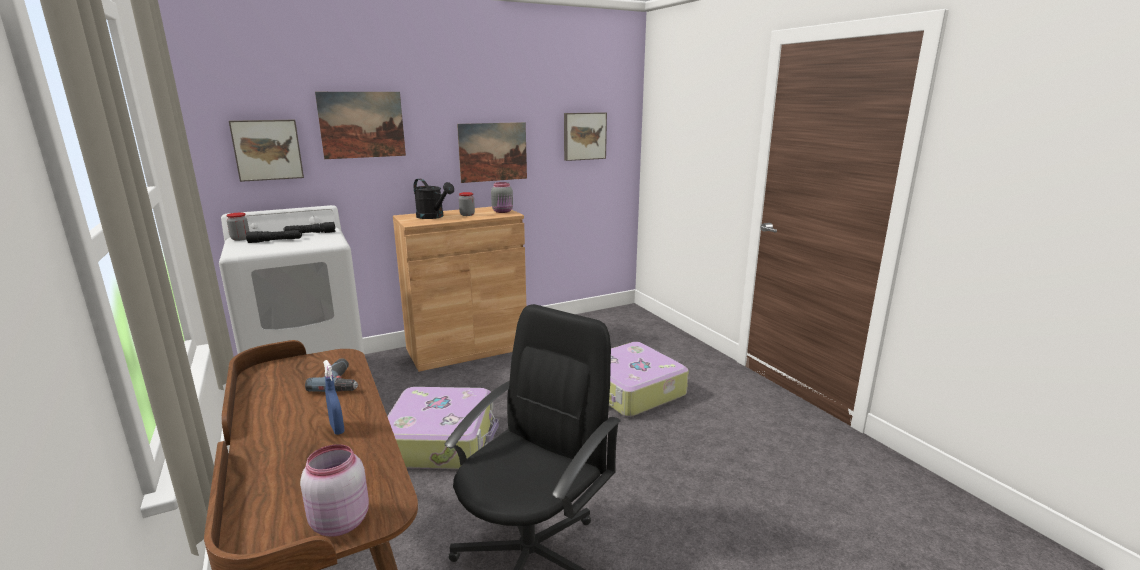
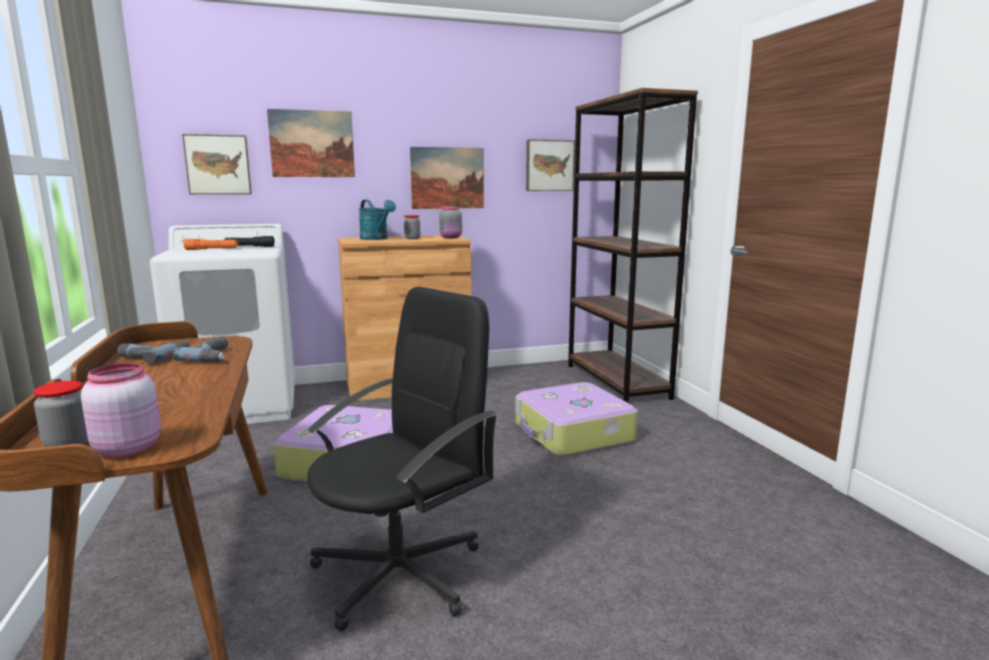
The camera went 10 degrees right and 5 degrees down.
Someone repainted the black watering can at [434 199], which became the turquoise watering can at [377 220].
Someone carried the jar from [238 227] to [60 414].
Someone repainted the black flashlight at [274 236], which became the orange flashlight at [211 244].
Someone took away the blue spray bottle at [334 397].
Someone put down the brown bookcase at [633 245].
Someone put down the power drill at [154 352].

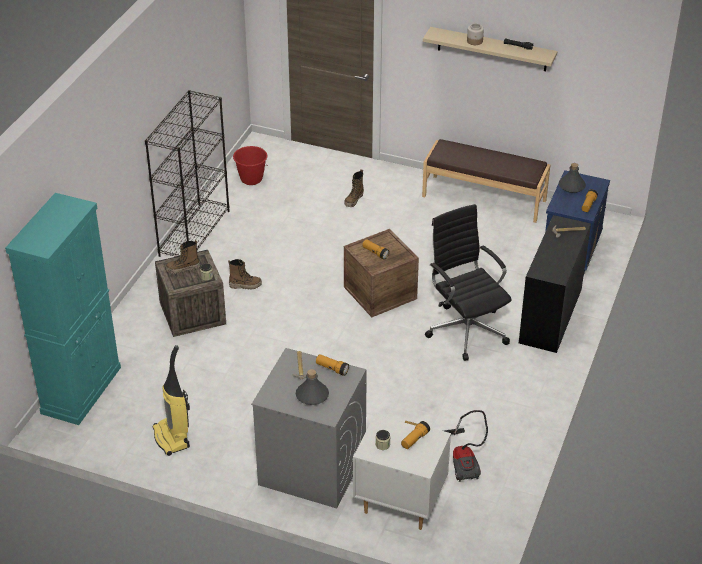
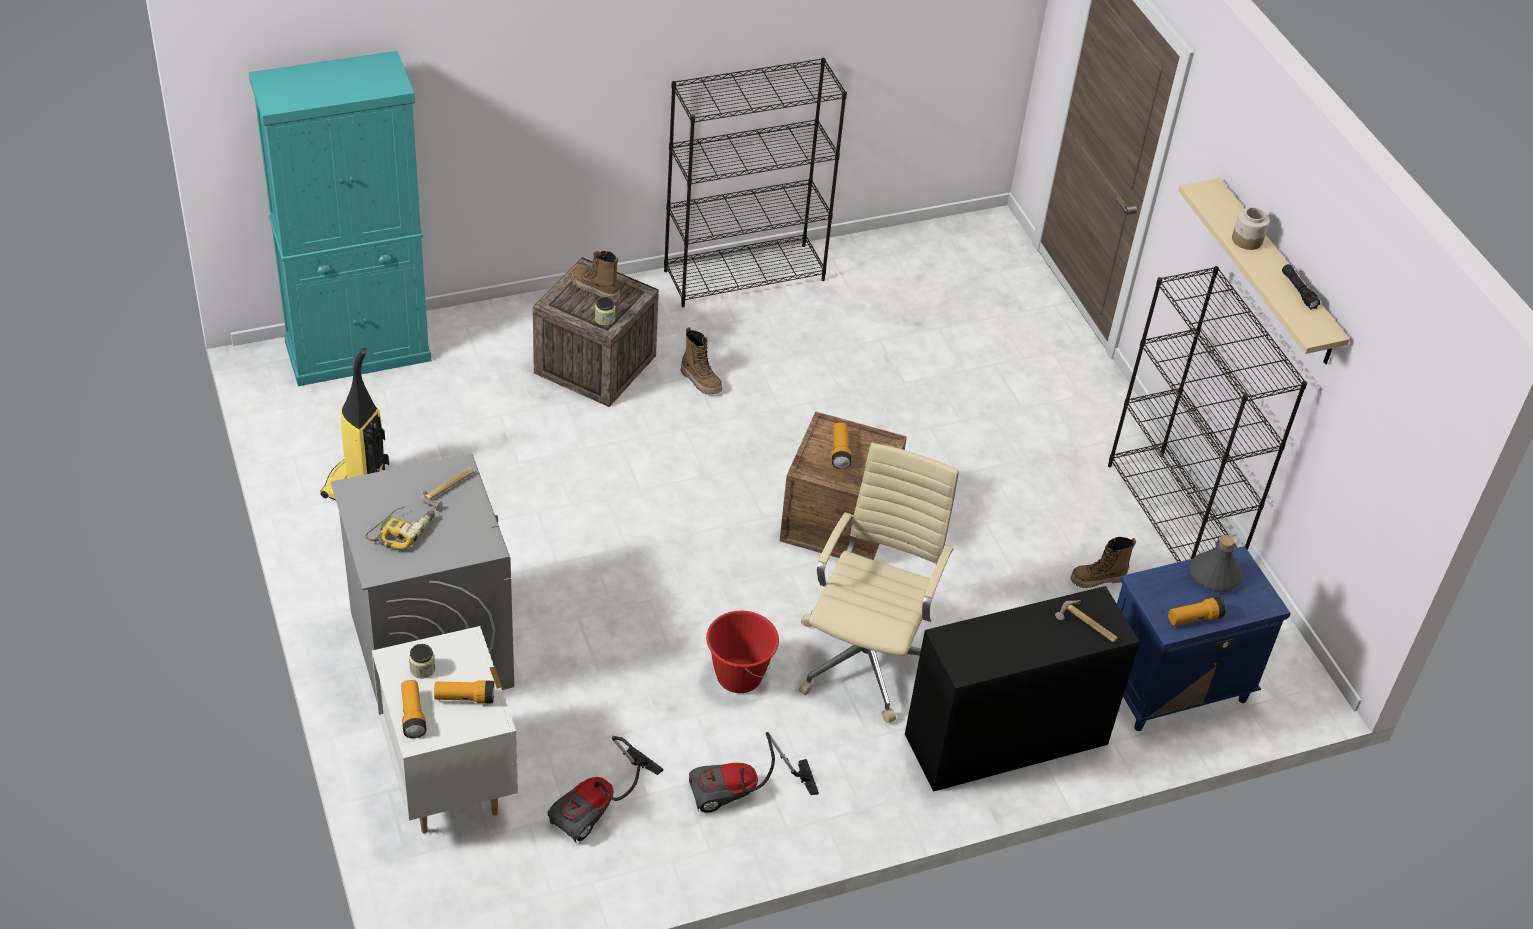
The camera went 45 degrees right and 5 degrees up.
Someone swapped the brown bench at [486 181] for the black bookcase at [1207 414].
Someone carried the red bucket from [250 165] to [742 652].
Someone carried the boot from [354 188] to [1103 562].
Someone repainted the black office chair at [468 282], which became the beige office chair at [879 583].
Someone carried the flashlight from [332 365] to [414 709].
Someone swapped the grey bottle at [312 387] for the power drill at [400 528].
Someone put down the vacuum cleaner at [754 772].

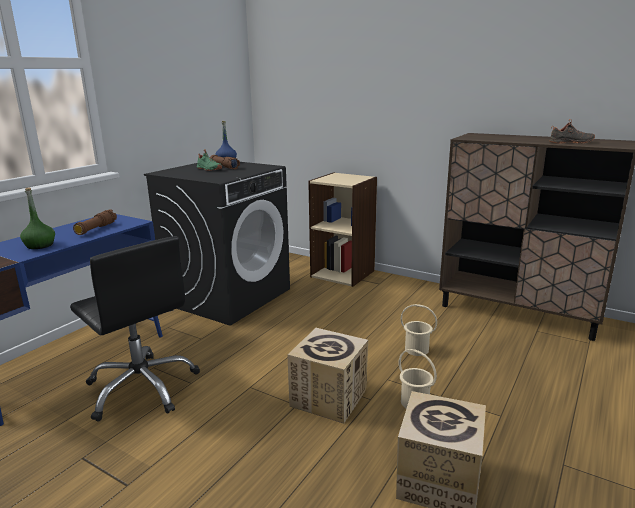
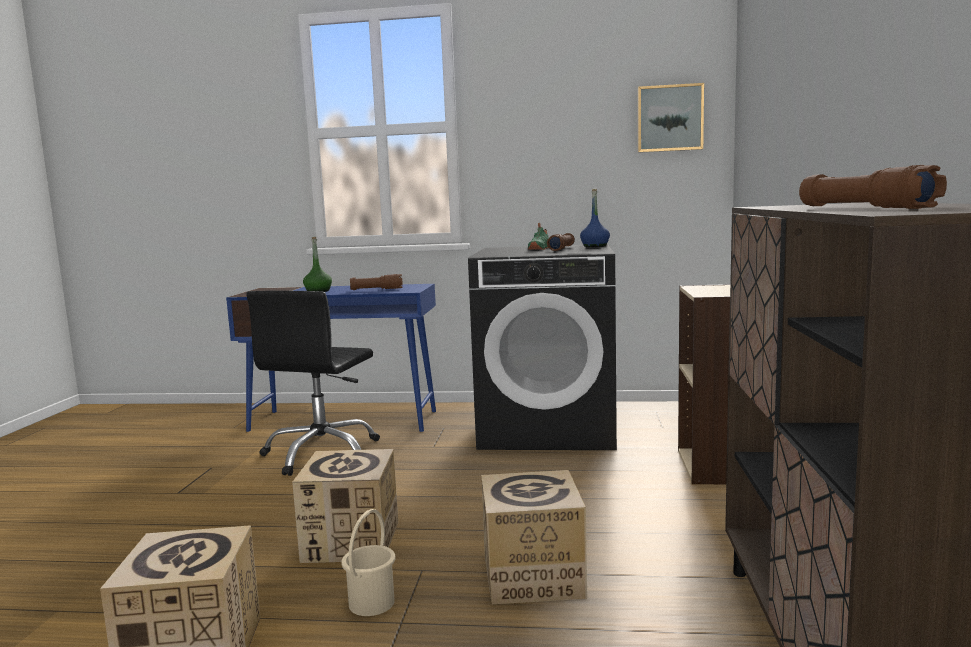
The camera went 65 degrees right and 10 degrees down.
Someone swapped the black shoe at [572 131] for the brown flashlight at [873 187].
Someone swapped the beige bucket at [419 330] for the cardboard box at [534 537].
Someone put up the picture at [671 118].

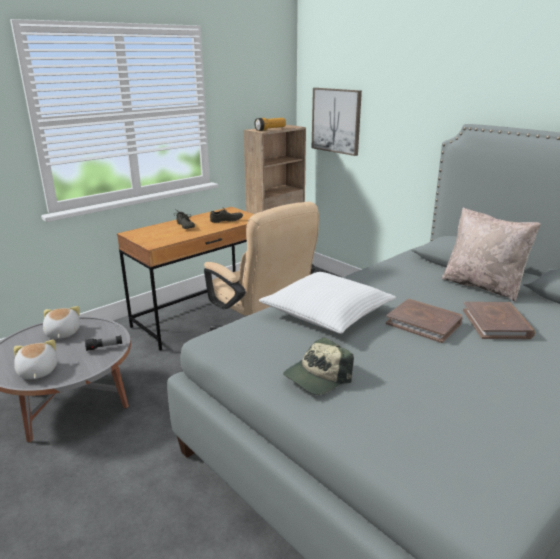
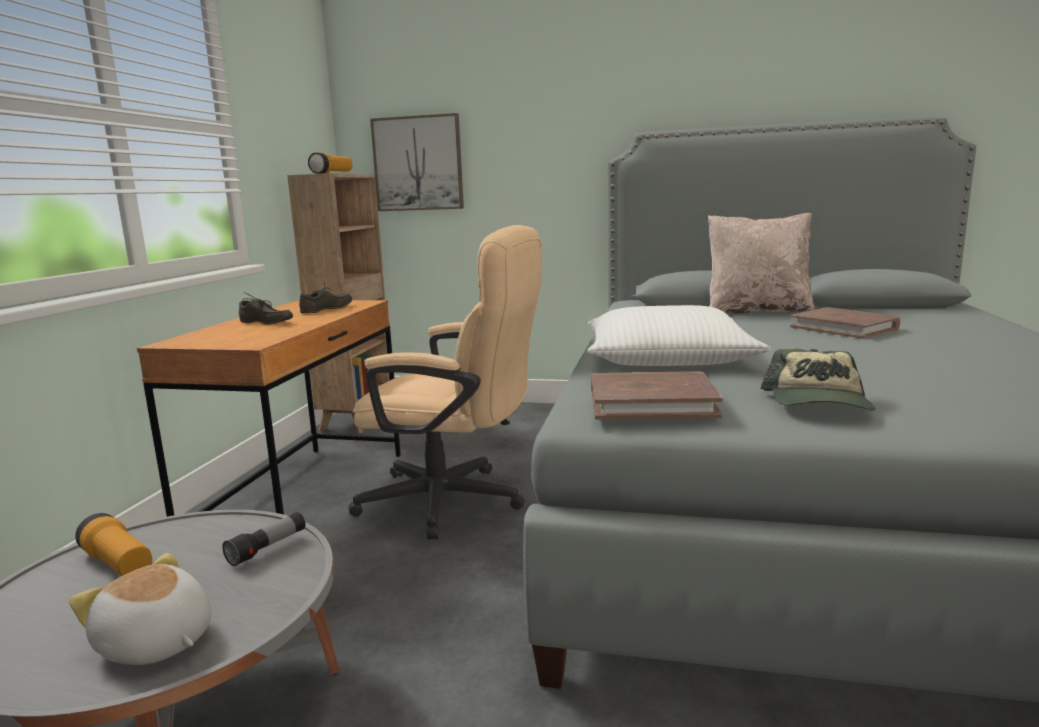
The camera went 35 degrees left and 10 degrees down.
Someone carried the brown book from [424 321] to [657 395].
Someone swapped the plush toy at [61 322] for the flashlight at [113 544].

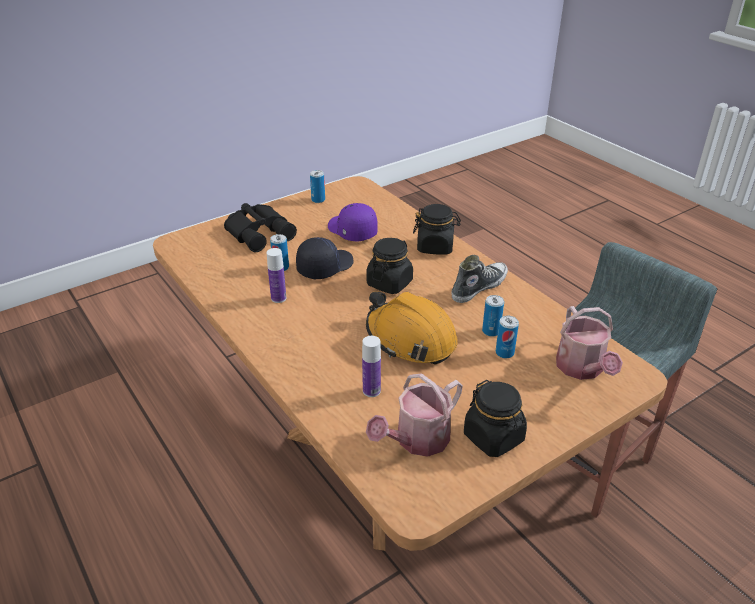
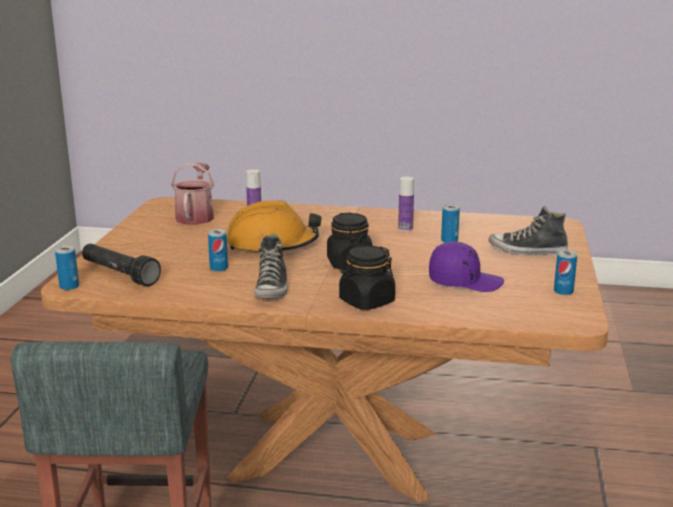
The camera went 135 degrees right and 15 degrees down.
Someone swapped the black binoculars at [260 227] for the shoe at [528 230].
Someone took away the black cap at [325 258].
Someone swapped the watering can at [589 343] for the black flashlight at [121 265].
Someone carried the can from [507 337] to [67 267].
Someone took away the black jar at [495 418].

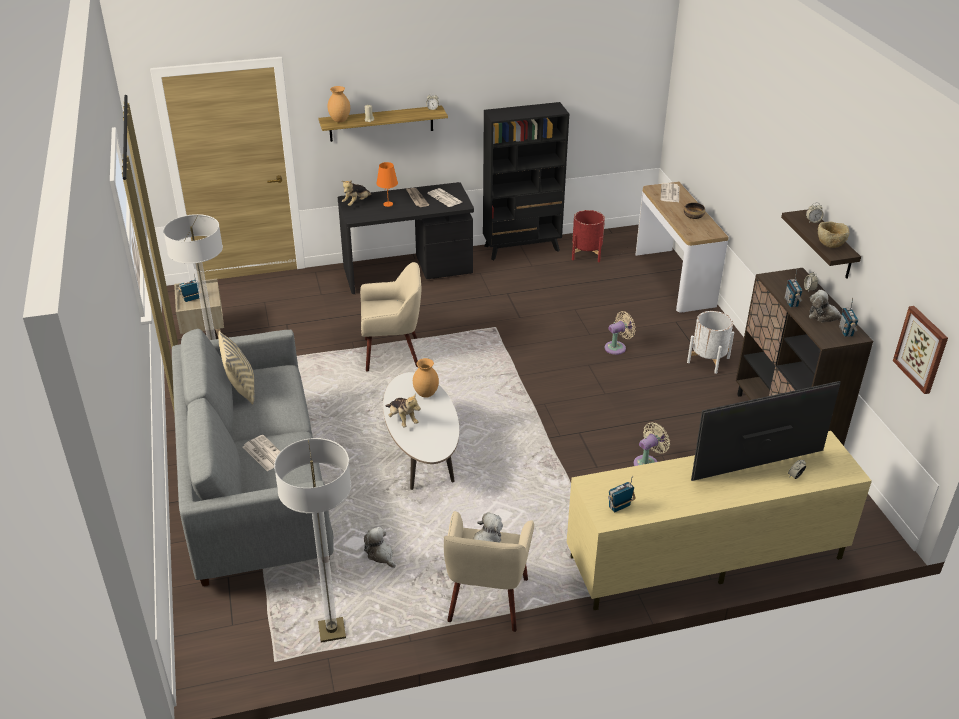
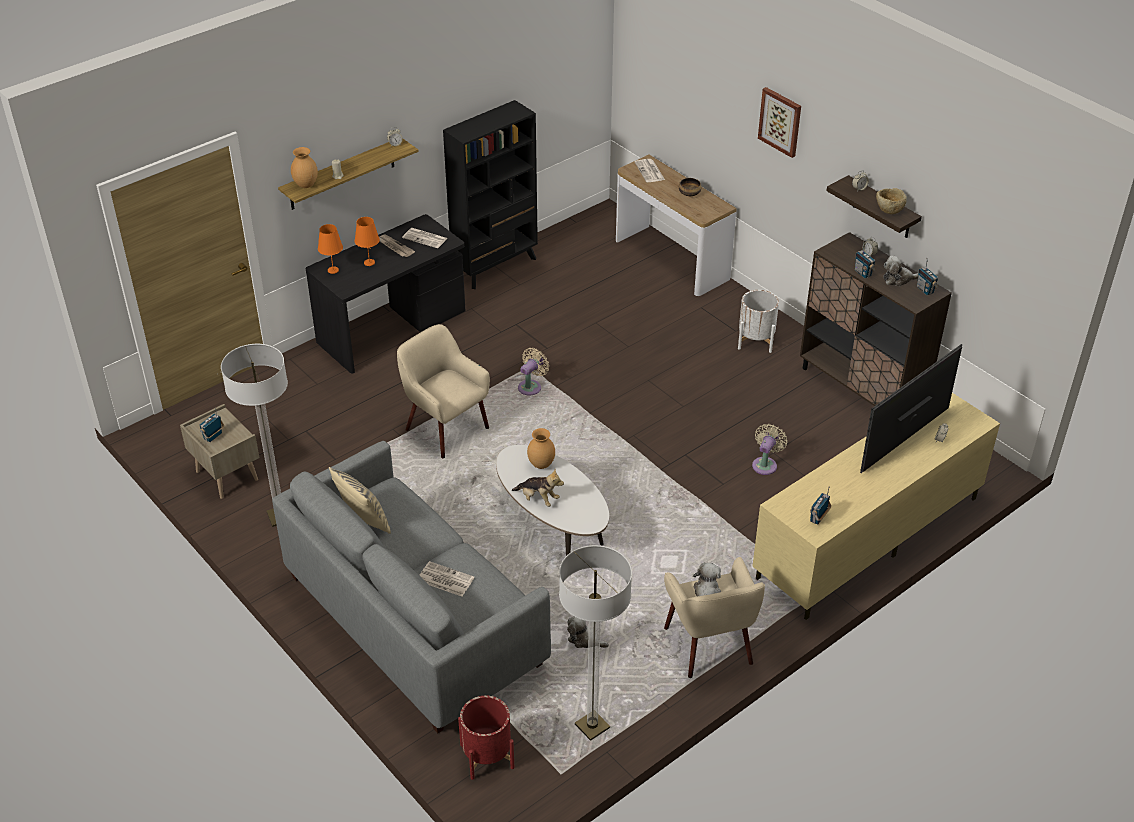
The camera went 25 degrees left and 5 degrees up.
Someone swapped the plush toy at [357 193] for the orange table lamp at [330 249].
Someone carried the red planter from [588 236] to [486 738].
Someone rotated the beige armchair at [390 317] by 105 degrees counterclockwise.
Someone carried the picture from [920 350] to [779 122].
Someone carried the beige fan from [620 333] to [533 372].

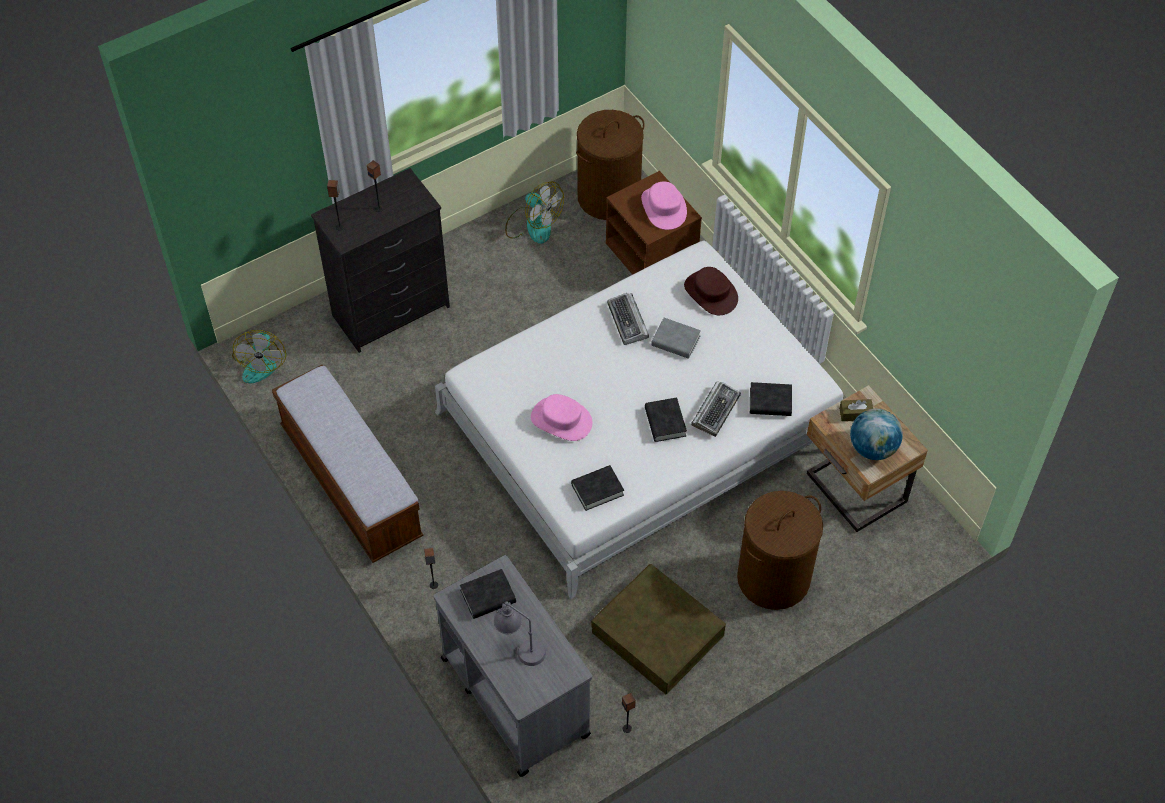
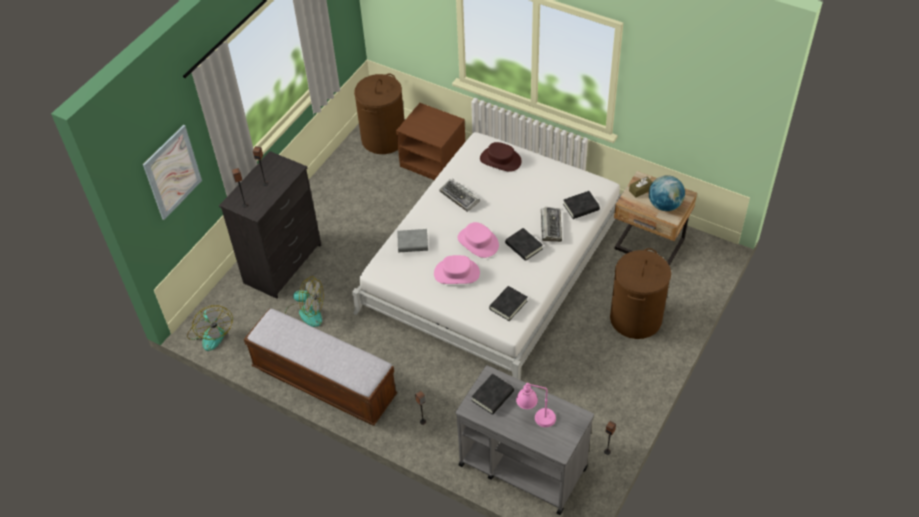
The camera went 25 degrees left and 5 degrees down.
Someone carried the fan from [534 212] to [304 302].
Someone carried the pink hat from [664 205] to [478 240].
Someone carried the grey book from [676 338] to [412 240].
Someone took away the brown storage box at [658 629].
Someone repainted the grey table lamp at [520 633], which became the pink table lamp at [536 405].
Someone put up the picture at [172 172].

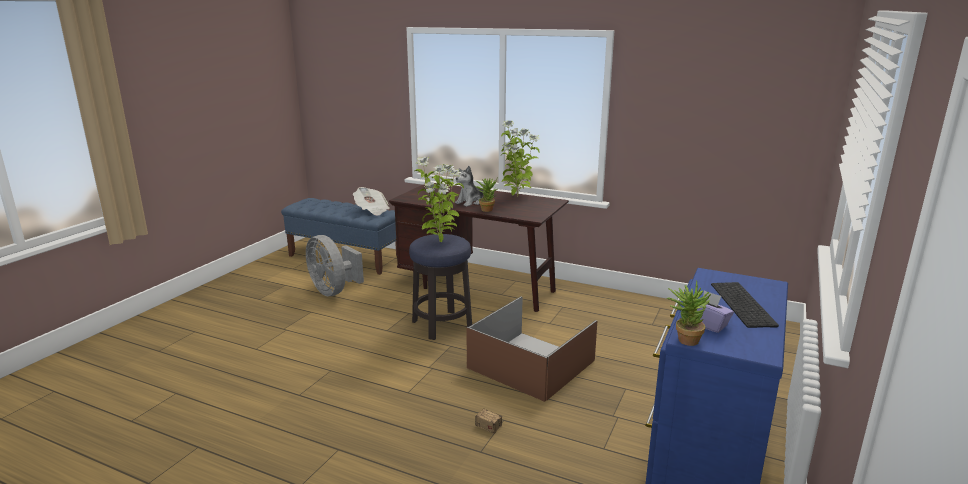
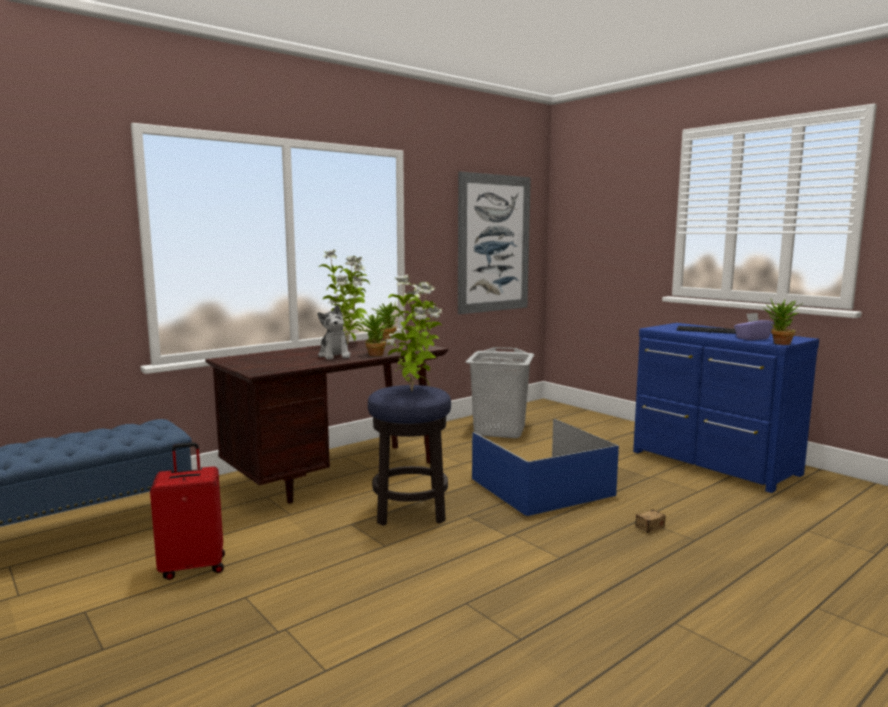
The camera went 65 degrees left and 10 degrees down.
Someone took away the newspaper at [371 201].
Someone swapped the grey fan at [335 265] for the red suitcase at [187 511].
Someone repainted the brown storage box at [531 349], which became the blue storage box at [545 467].
Someone put up the picture at [494 243].
Someone put down the potted plant at [385 321].
Someone put down the grey laundry basket at [500 392].

